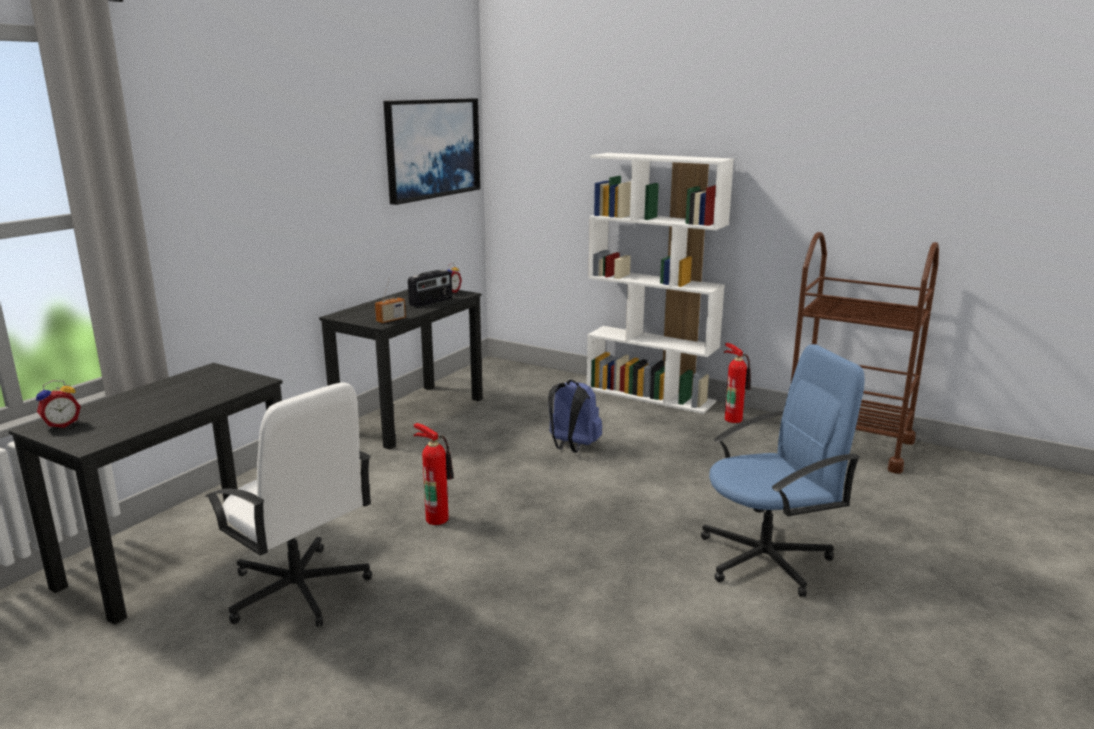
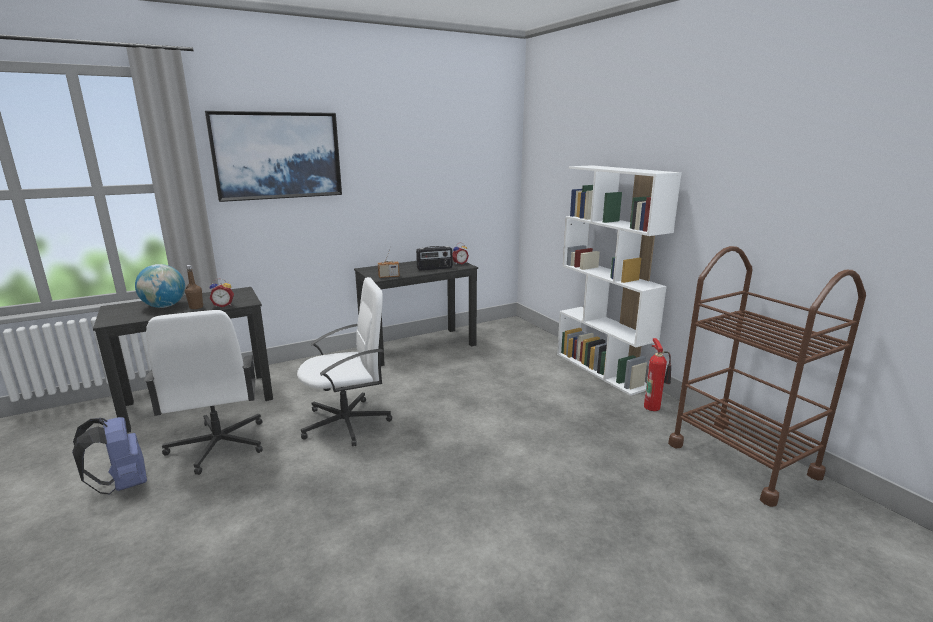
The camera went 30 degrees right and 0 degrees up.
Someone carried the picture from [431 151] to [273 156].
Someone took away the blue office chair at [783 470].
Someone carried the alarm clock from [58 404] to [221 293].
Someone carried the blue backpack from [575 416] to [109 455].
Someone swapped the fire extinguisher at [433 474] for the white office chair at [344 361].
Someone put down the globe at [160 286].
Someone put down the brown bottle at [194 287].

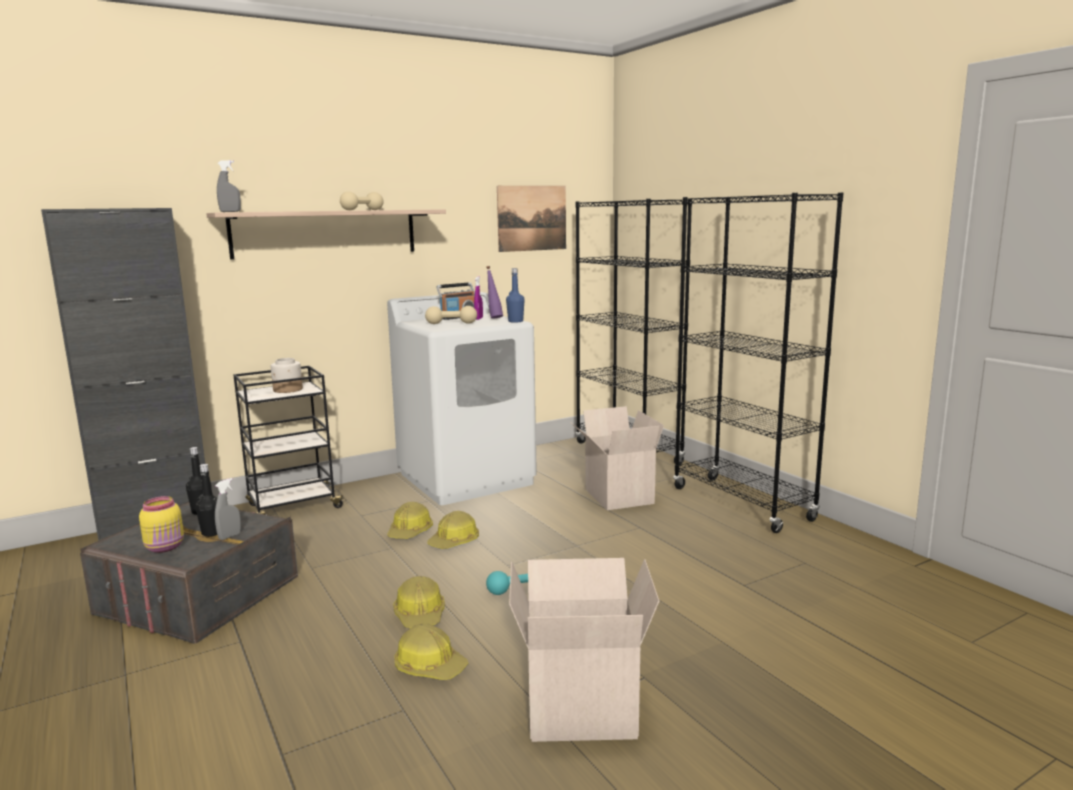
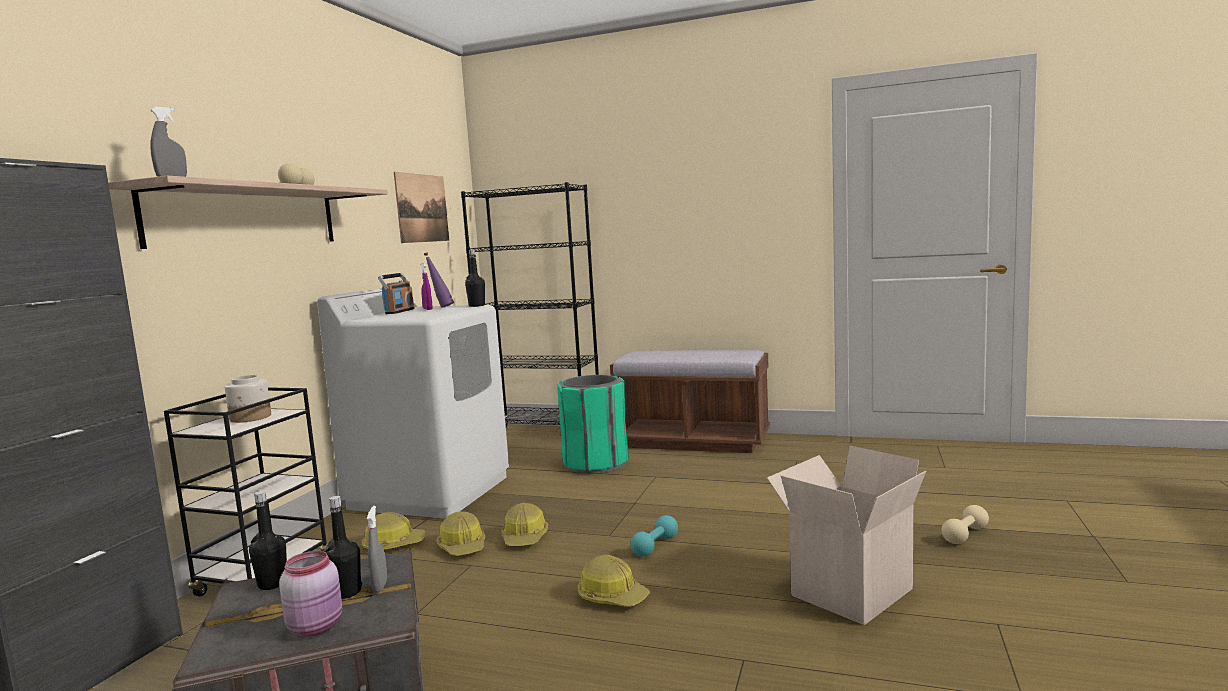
The camera went 40 degrees left and 5 degrees down.
Someone swapped the black bookcase at [758 363] for the brown bench at [690 401].
Someone repainted the blue bottle at [515 295], which became the black bottle at [475 278].
Someone carried the beige dumbbell from [451 315] to [965 524].
Someone swapped the cardboard box at [617 458] for the green trash can at [593 424].
Someone repainted the yellow jar at [161 524], which became the pink jar at [310 594].
Someone carried the hard hat from [431 652] to [393 531].

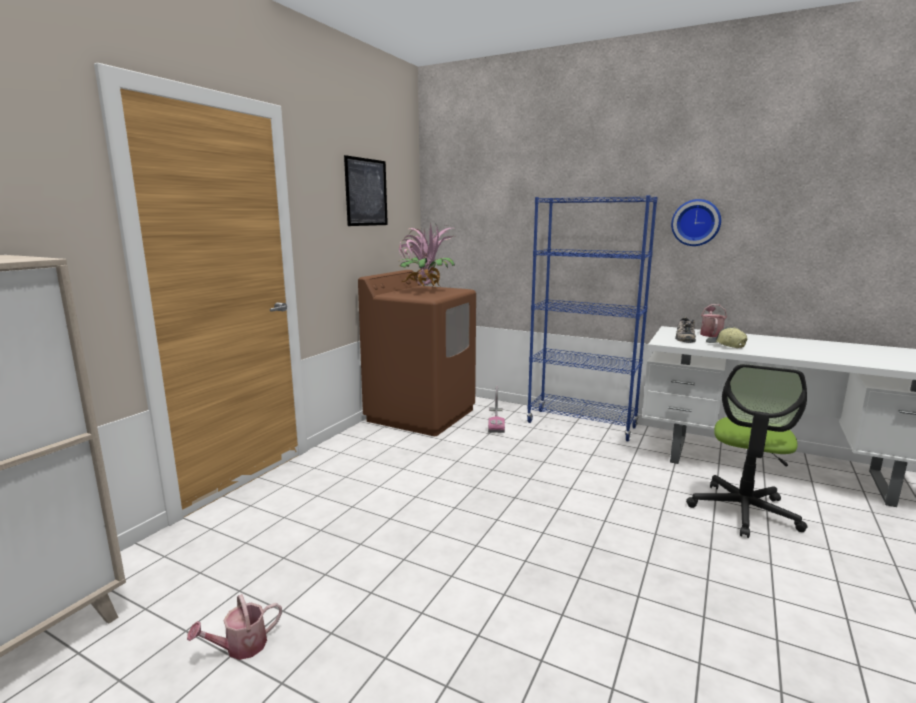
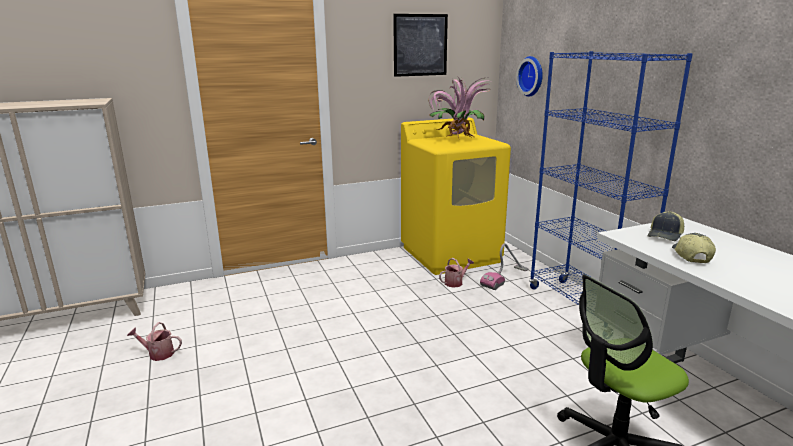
The camera went 40 degrees right and 5 degrees up.
Someone carried the wall clock from [696 222] to [529 76].
Someone repainted the brown washing machine at [417 353], which became the yellow washing machine at [456 196].
Someone carried the watering can from [713 320] to [456 273].
Someone swapped the shoe at [685 330] for the cap at [666 226].

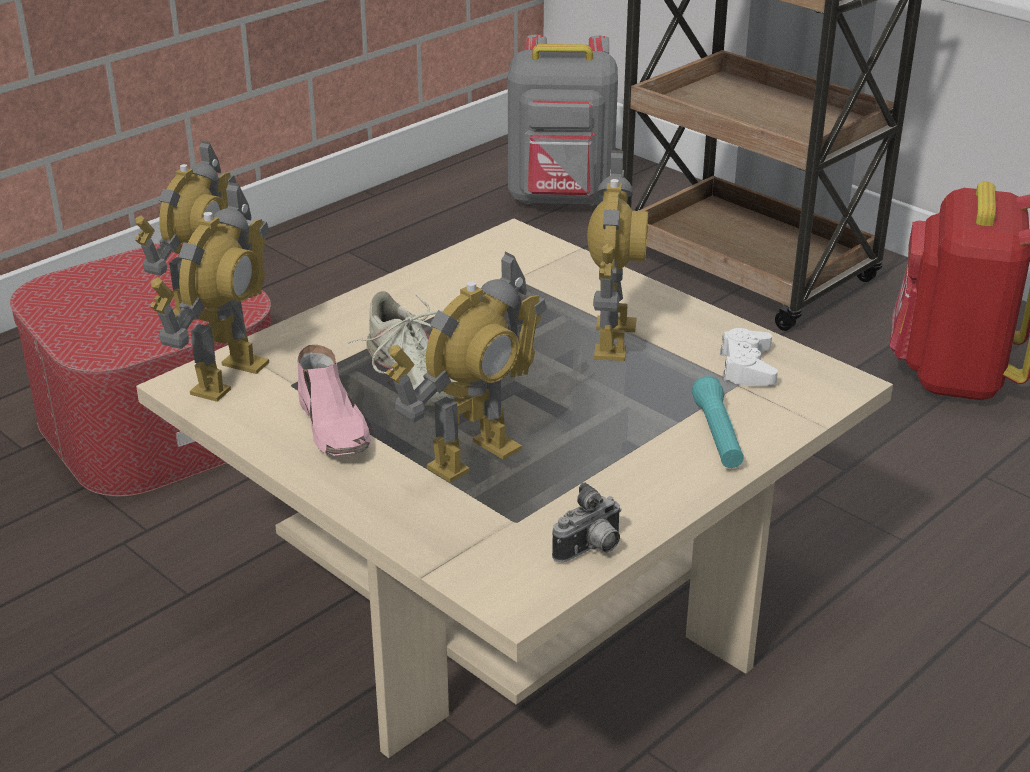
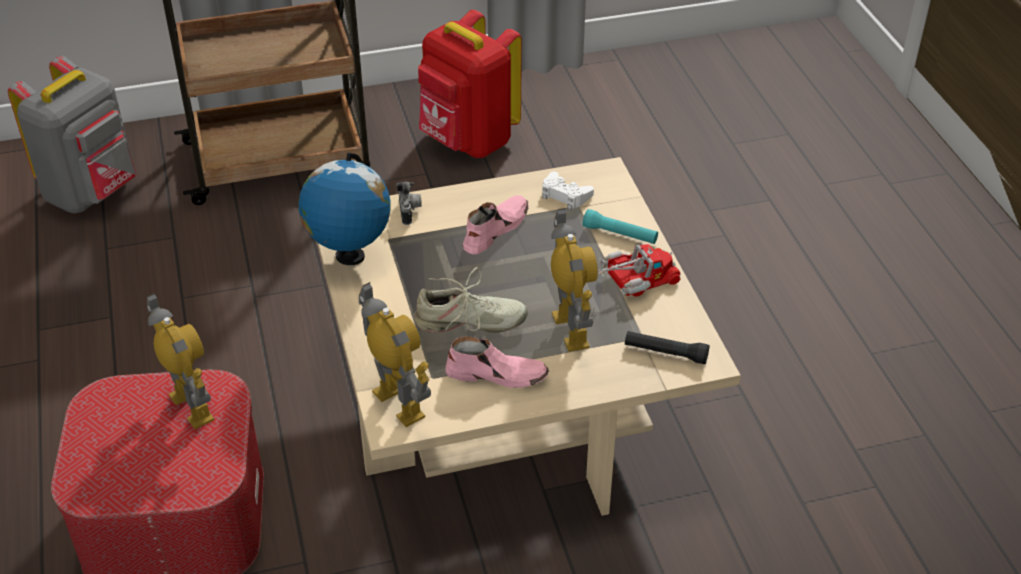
The camera went 60 degrees left and 10 degrees up.
Someone swapped the toy robot at [617 255] for the pink shoe at [496 224].
Someone carried the photo camera from [587 522] to [409 203].
Someone put down the globe at [345 209].
Someone put down the toy truck at [639 270].
Someone put down the black flashlight at [667 347].

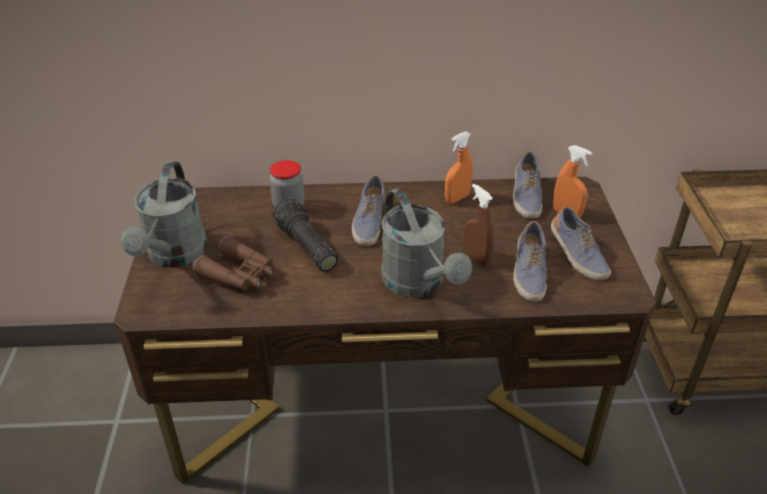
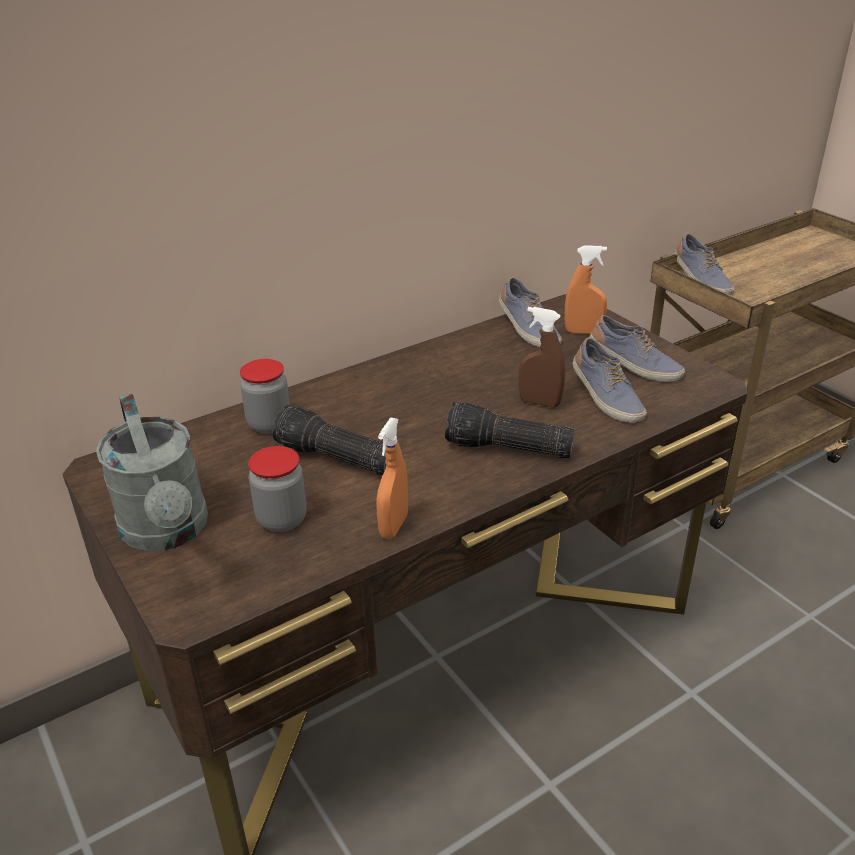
The camera went 30 degrees left and 5 degrees down.
Someone carried the orange spray bottle from [459 167] to [392 478].
Someone carried the shoe from [368 210] to [704 264].
Someone swapped the grey watering can at [426 243] for the flashlight at [510 430].
Someone swapped the brown binoculars at [233 262] for the jar at [277 489].

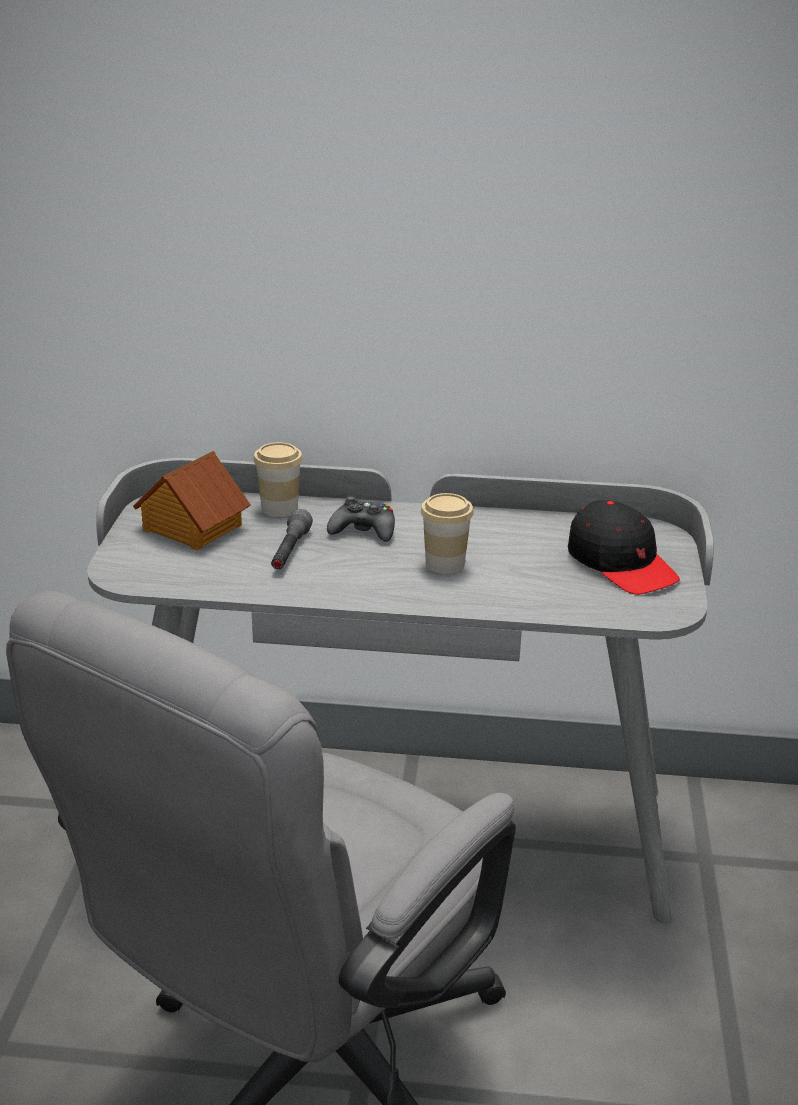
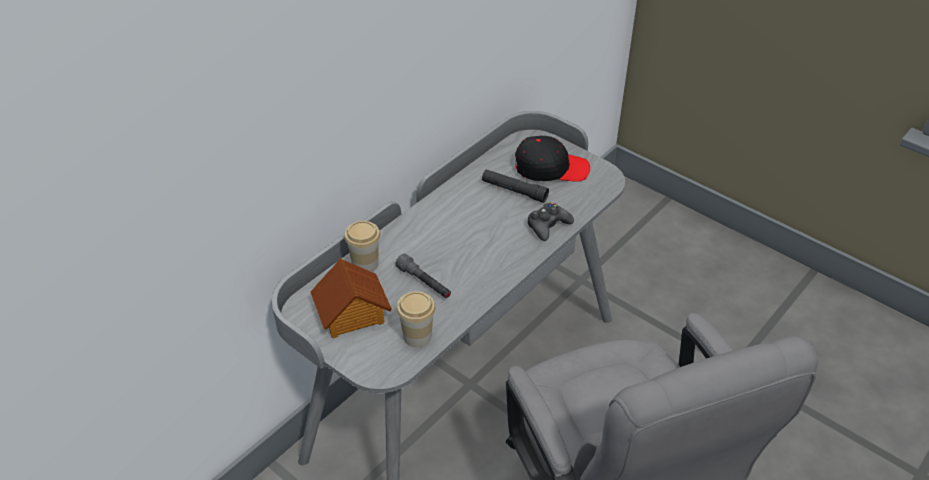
The camera went 55 degrees left and 15 degrees up.
Someone carried the cup from [447 533] to [416 320].
Someone carried the black game controller from [361 519] to [551 222].
Someone put down the black flashlight at [515 186].

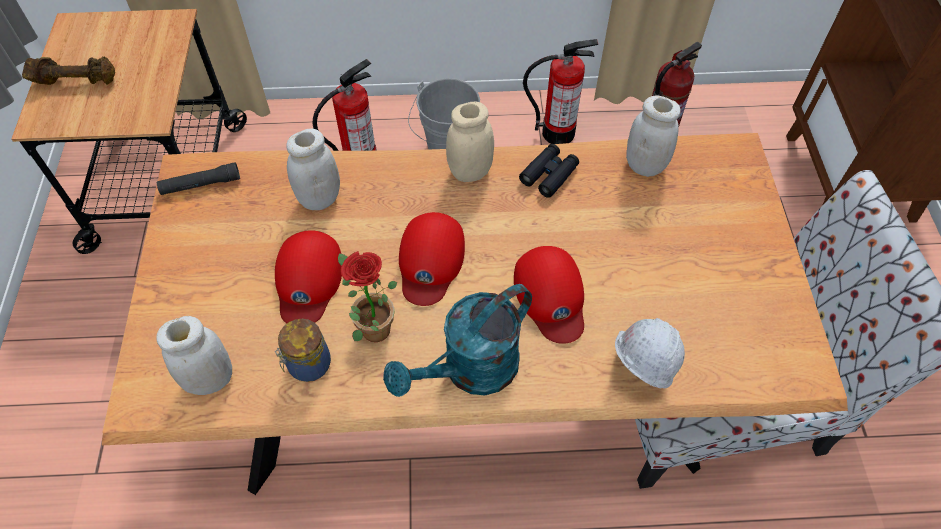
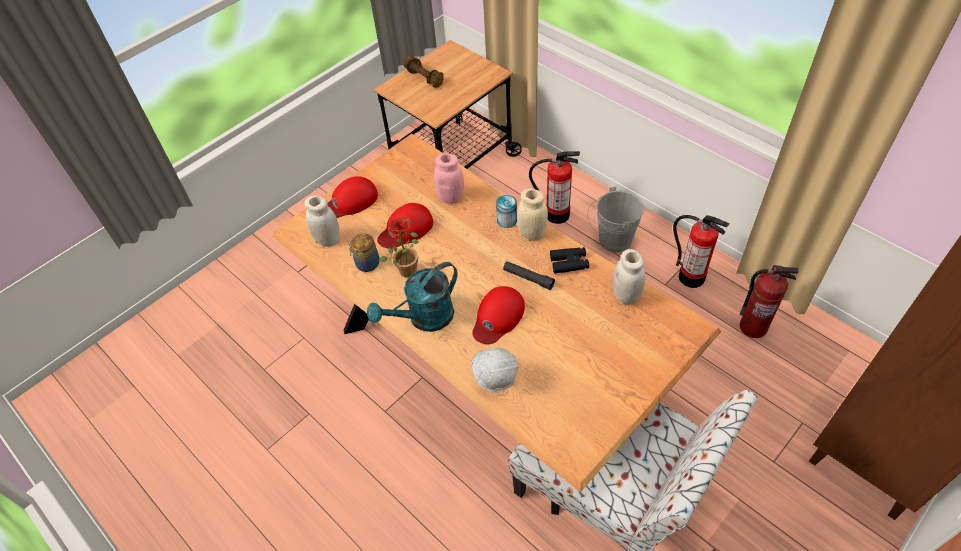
The camera went 50 degrees right and 5 degrees down.
Someone repainted the white jar at [313 169], which became the pink jar at [449 178].
Someone carried the black flashlight from [198 178] to [529 275].
Someone carried the red cap from [432 259] to [352 197].
Someone rotated the turquoise watering can at [457 340] by 45 degrees counterclockwise.
Someone put down the can at [506 211].

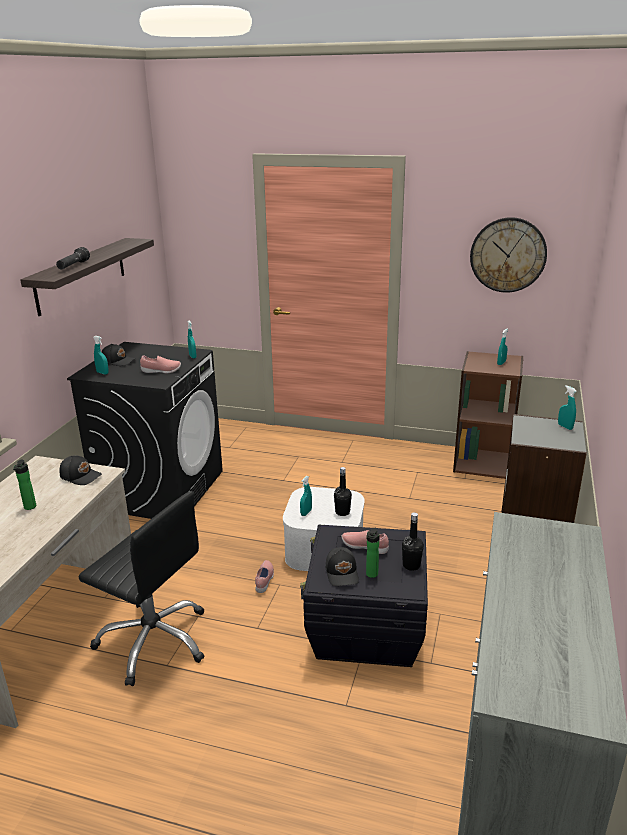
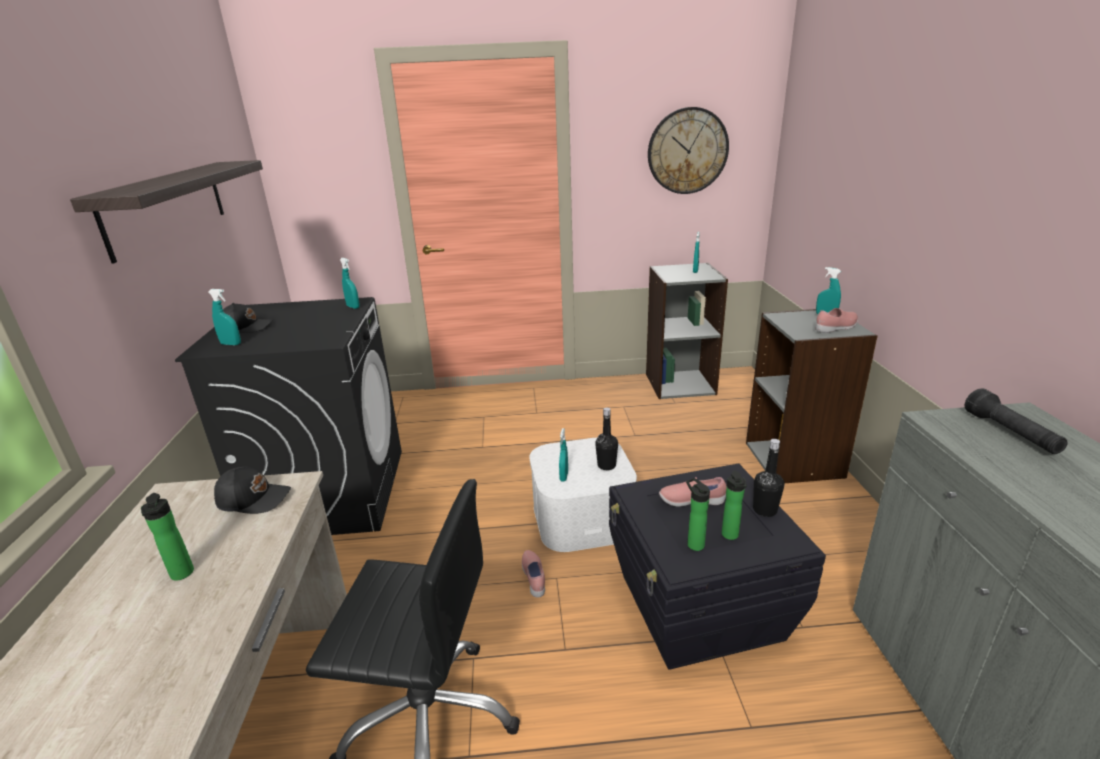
The camera went 20 degrees left and 0 degrees up.
Someone carried the black flashlight from [73 258] to [1016 421].
Someone repainted the brown bookcase at [488 415], which became the grey bookcase at [687 331].
Someone carried the pink shoe from [160 364] to [836 320].
Someone swapped the black cap at [342 566] for the bottle at [698 514].

